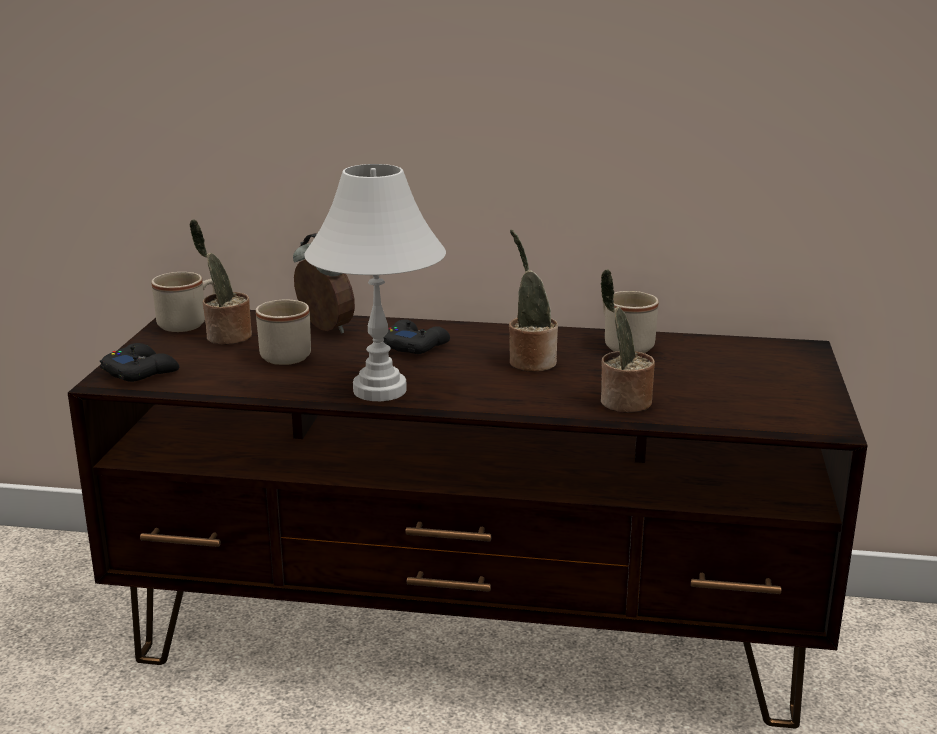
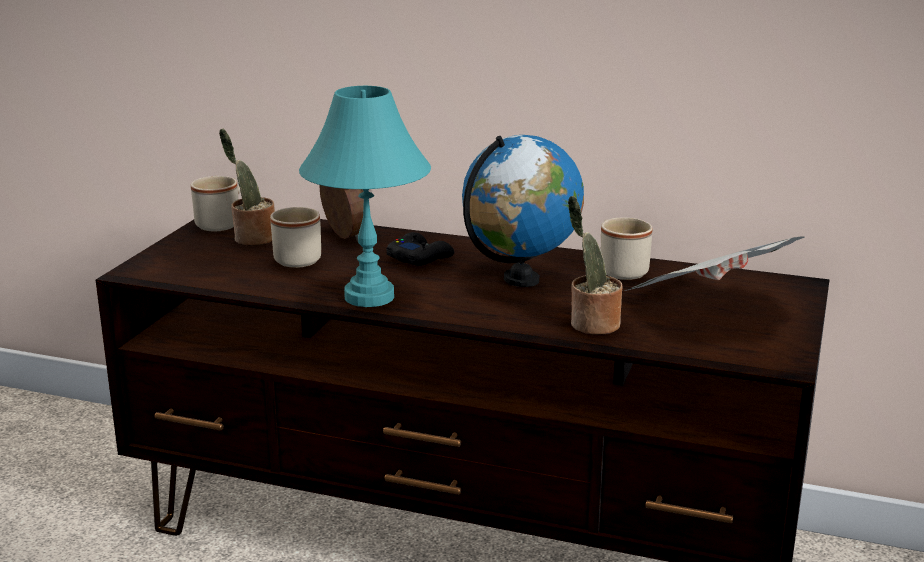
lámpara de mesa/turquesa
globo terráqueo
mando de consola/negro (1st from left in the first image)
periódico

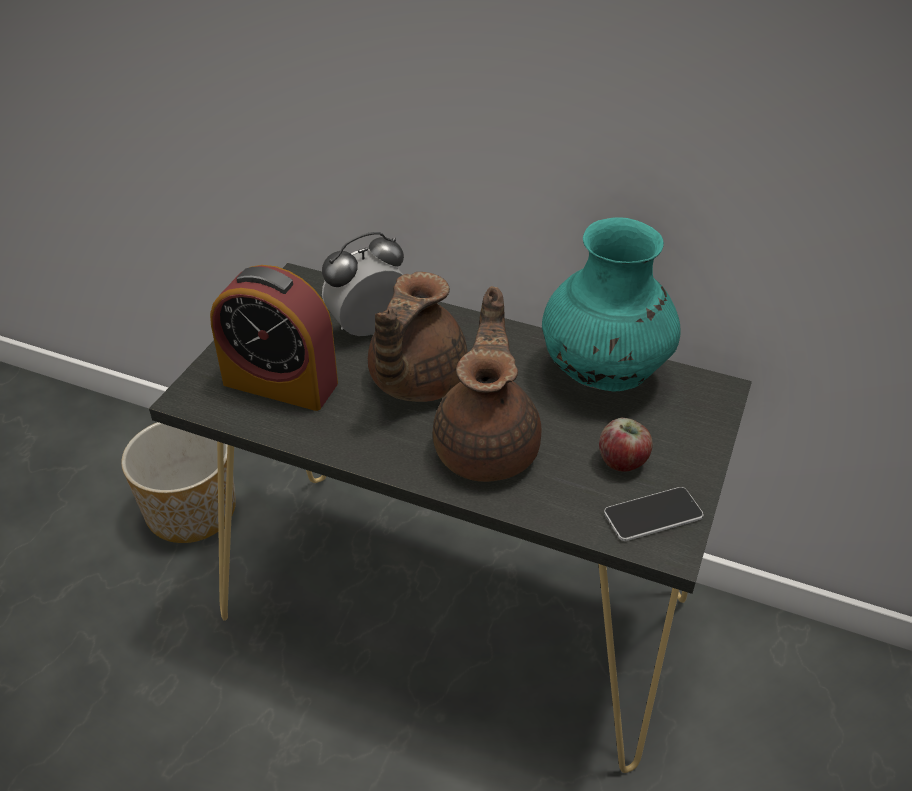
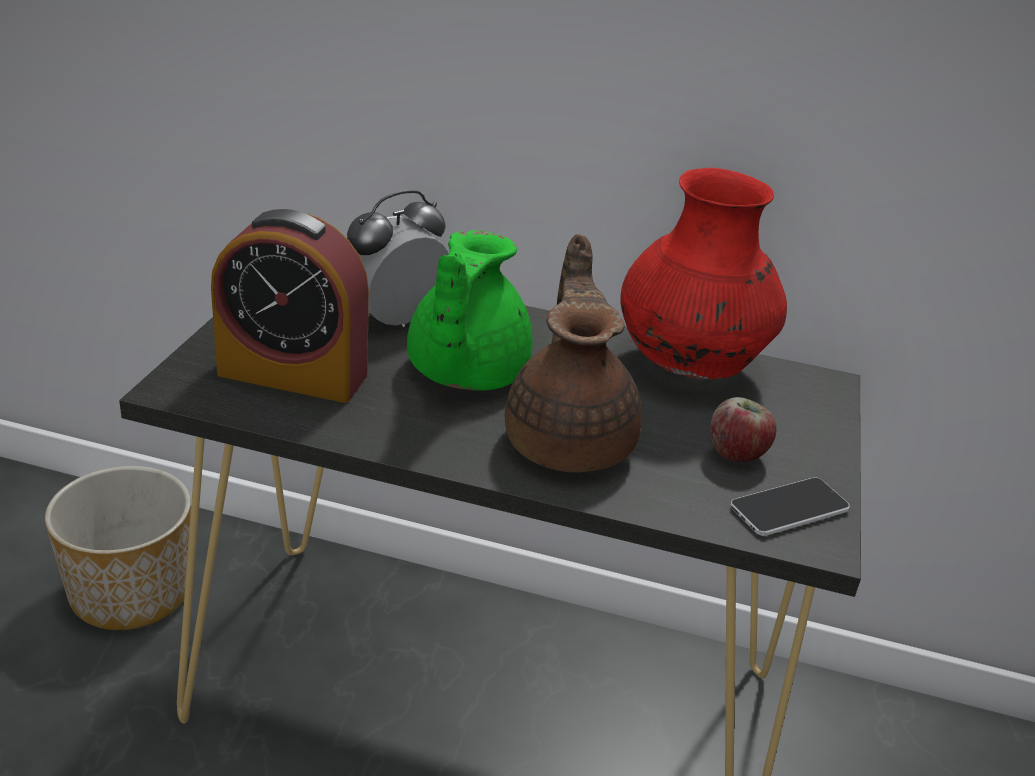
florero/rojo
tetera/verde

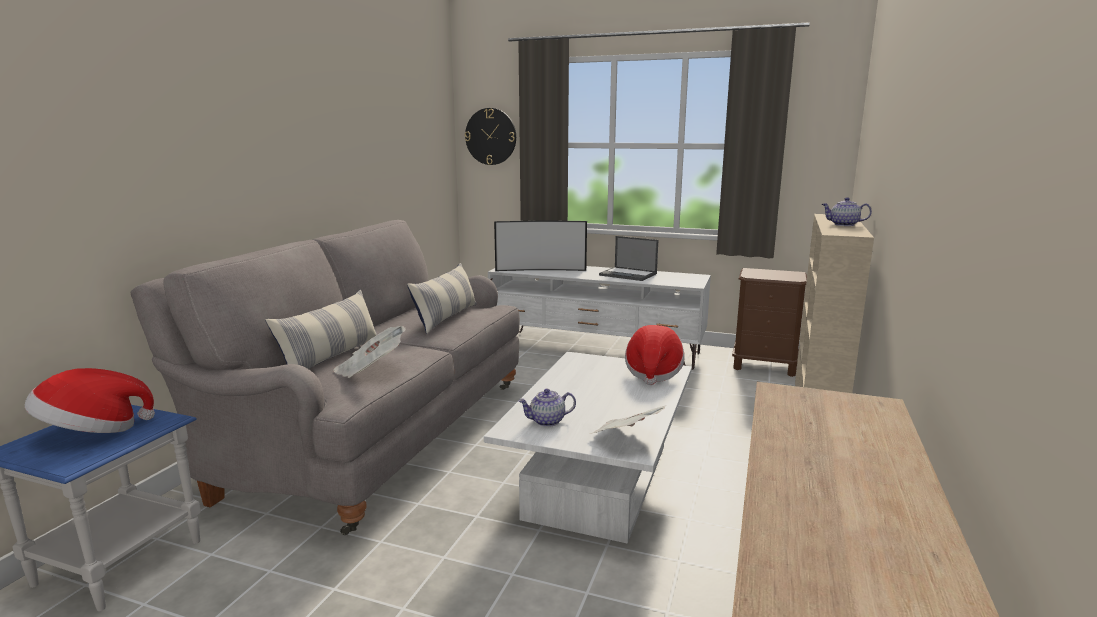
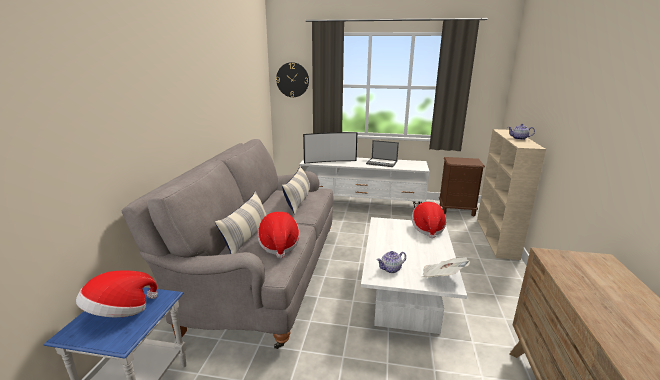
sombrero (2nd from left)

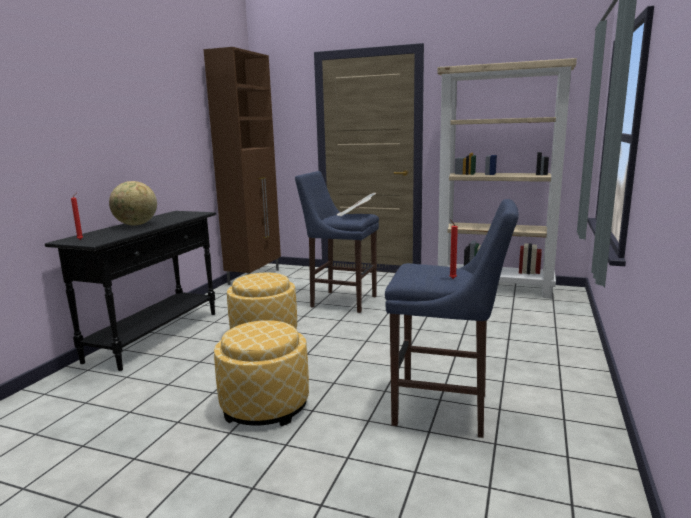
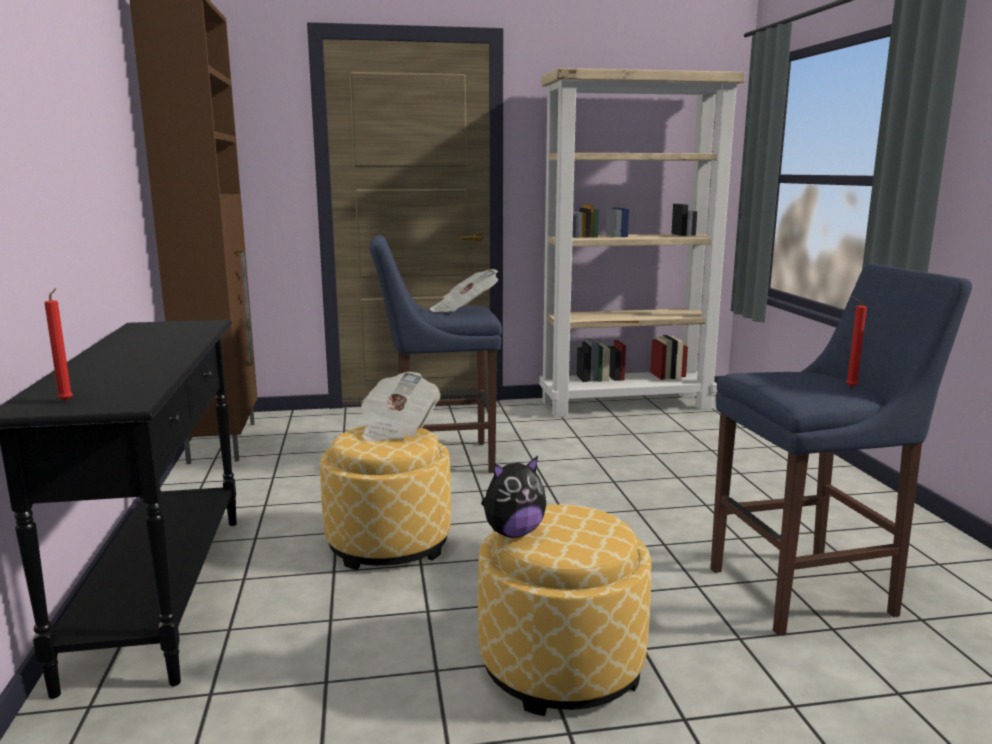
globo terráqueo
periódico (1st from left)
peluche

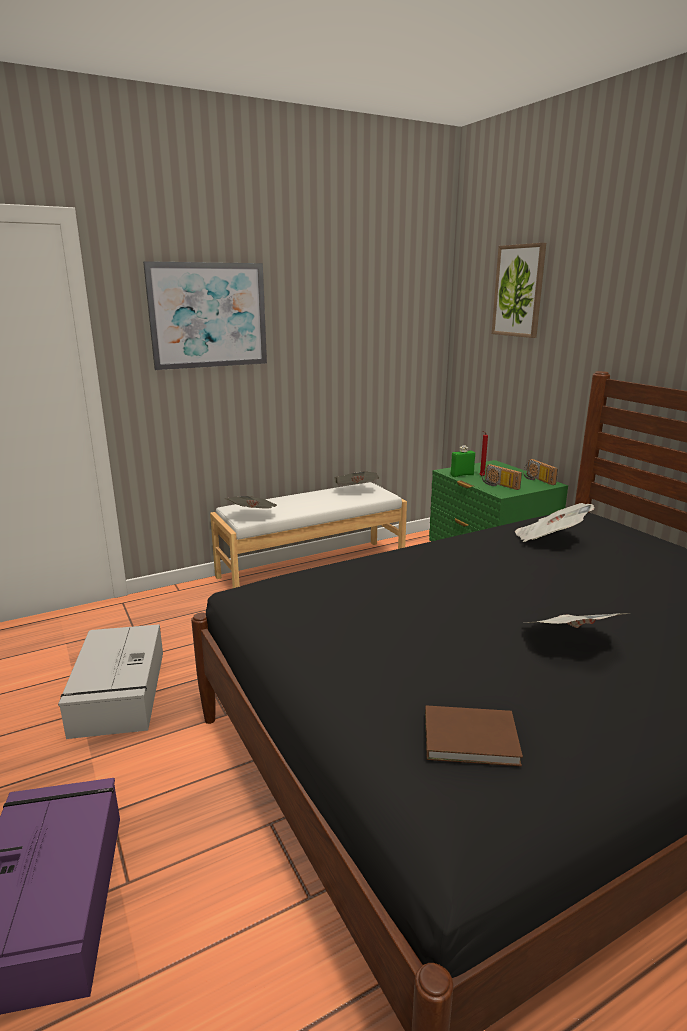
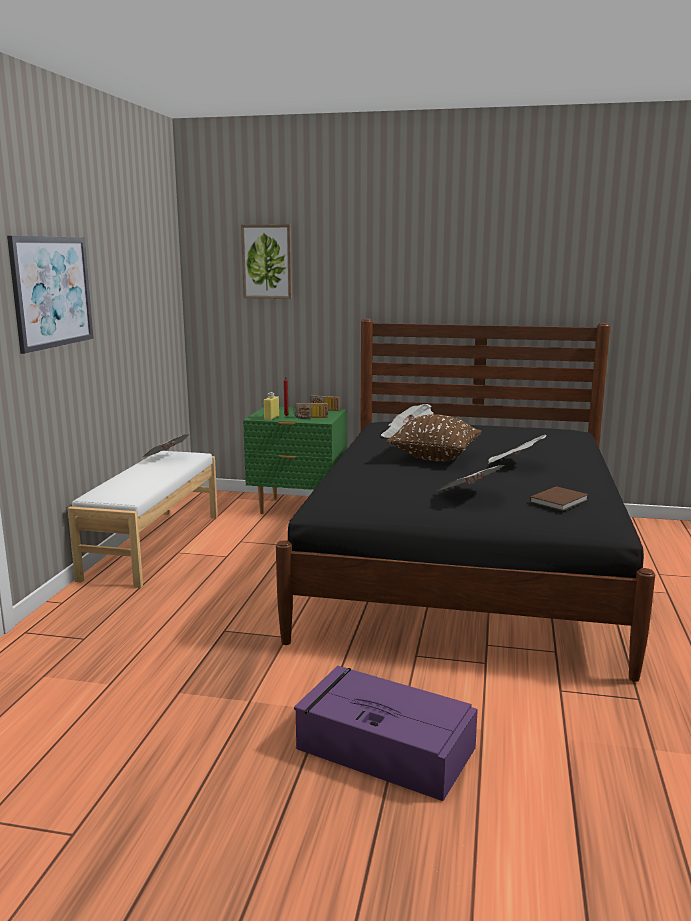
botella/amarillo
periódico (3rd from left)
caja de almacenaje/gris
cojín/marrón

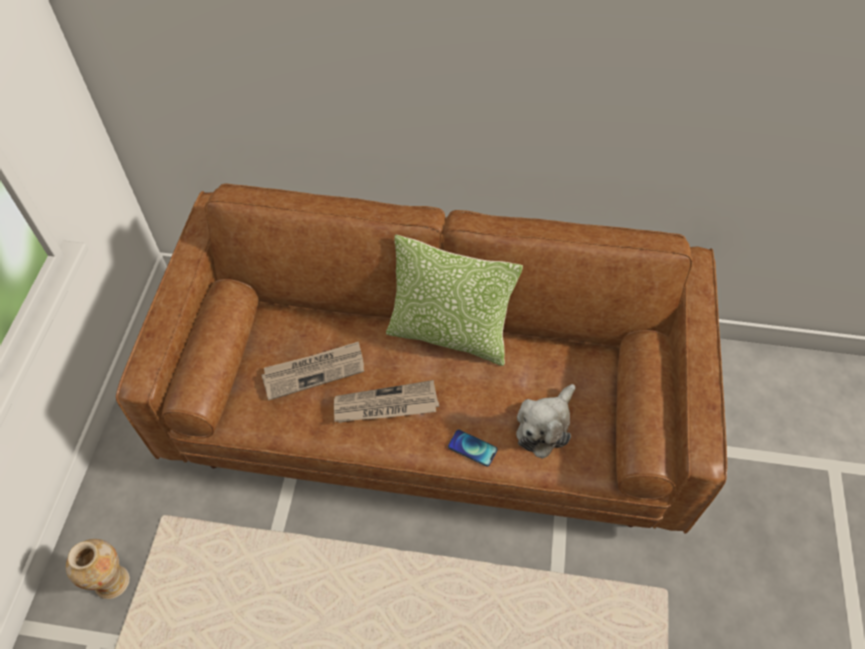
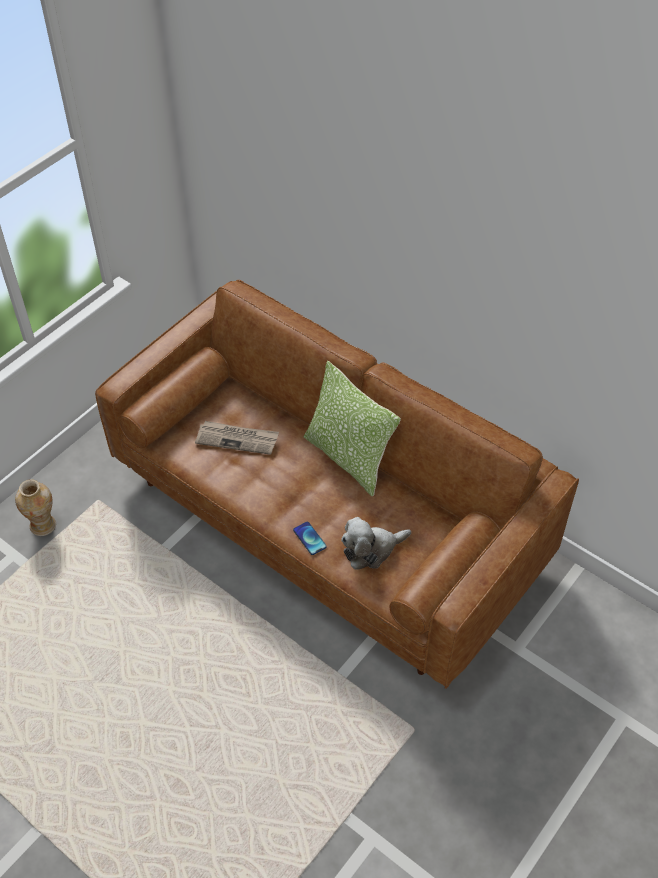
periódico (2nd from left in the first image)

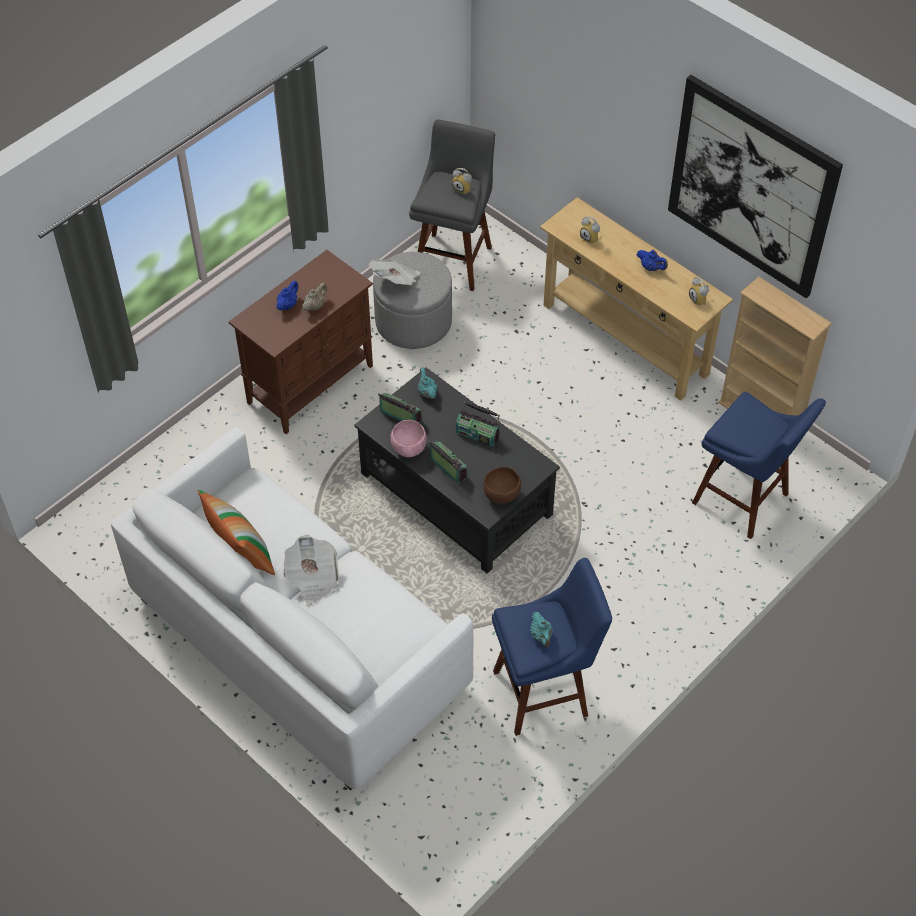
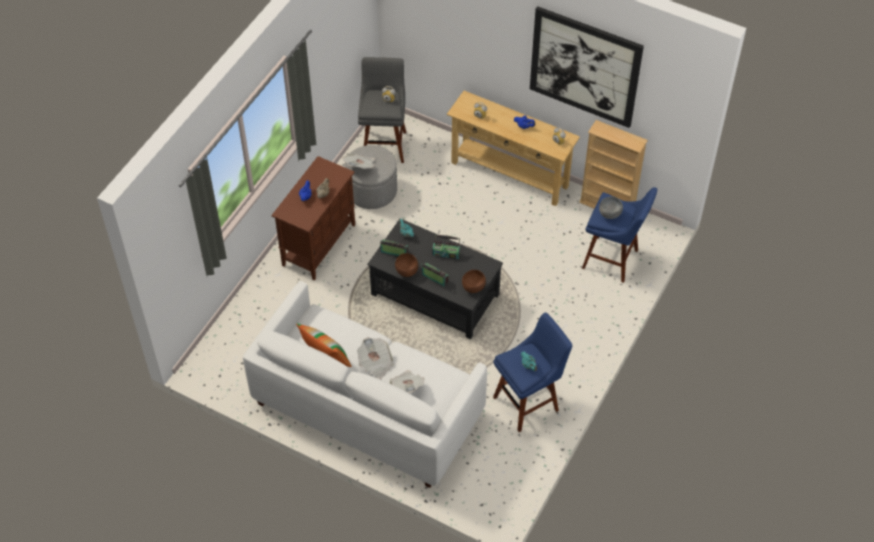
cuenco/marrón (1st from left)
cuenco/gris
periódico (3rd from left)

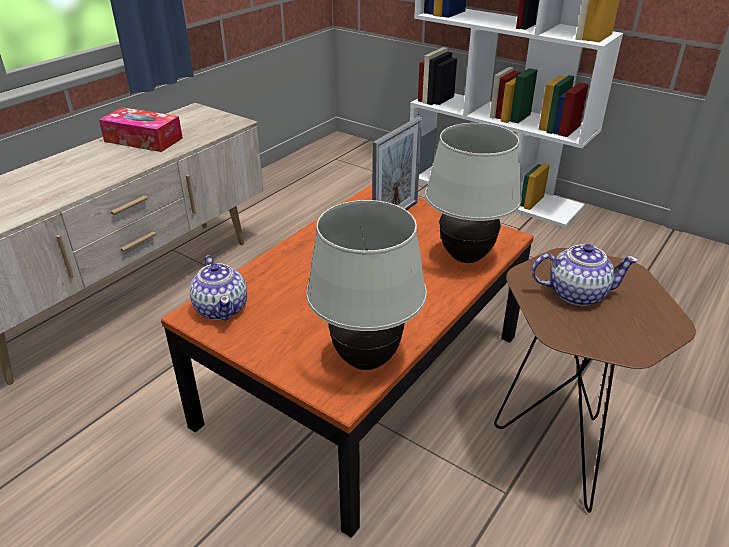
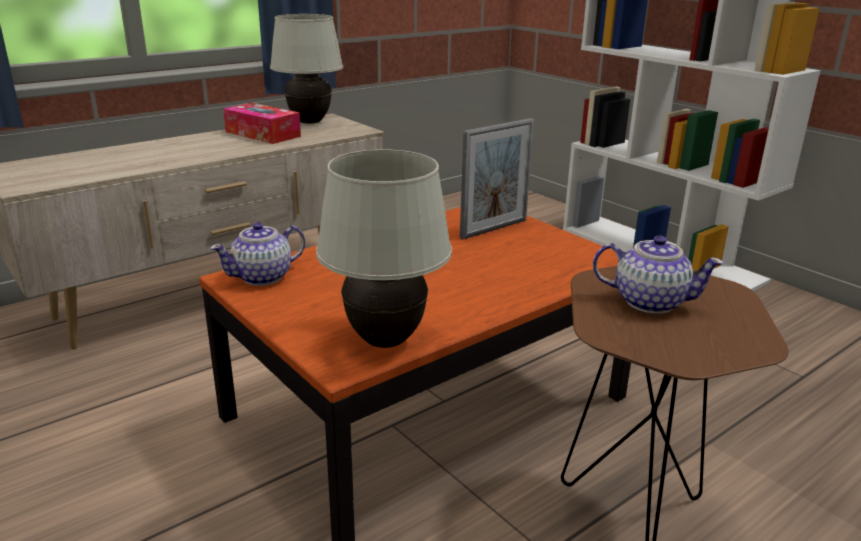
lámpara de mesa/blanco (1st from left)
tetera (1st from left)

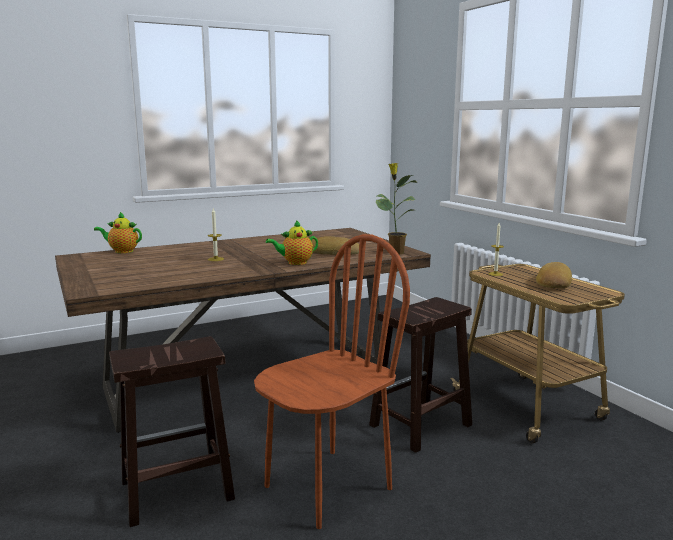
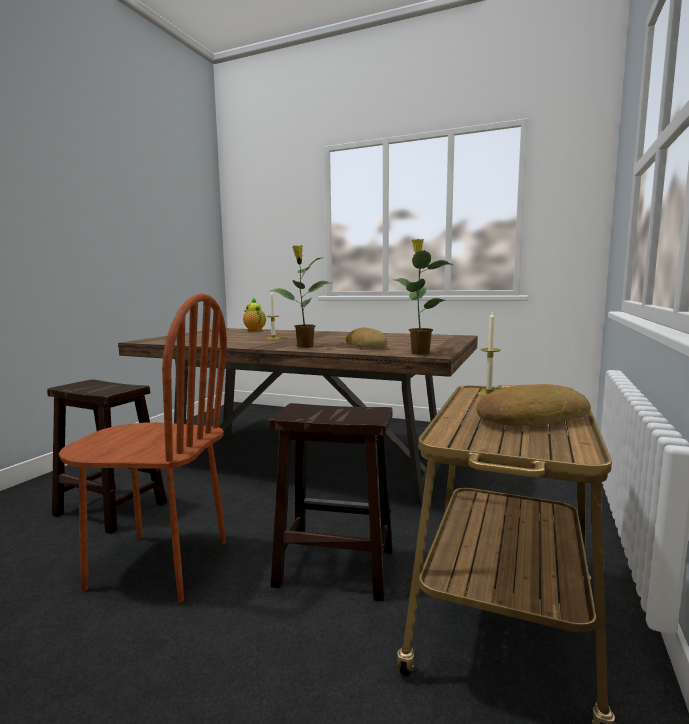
planta en maceta (1st from left)

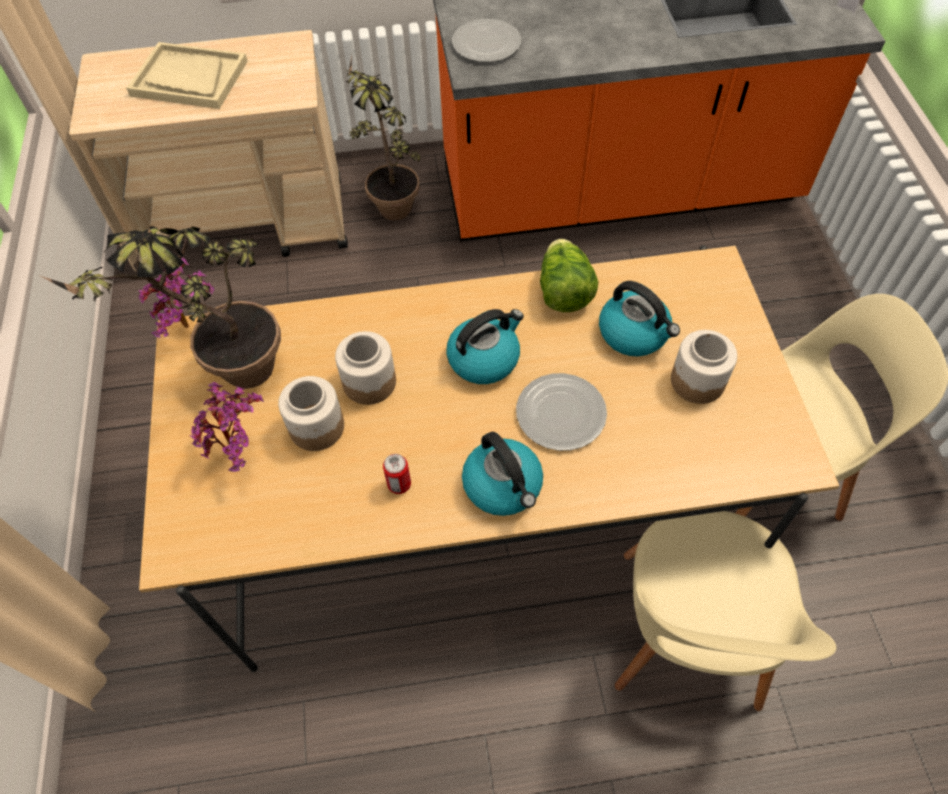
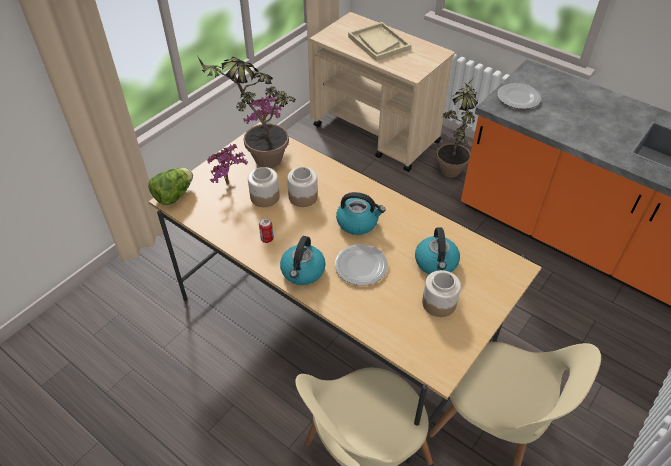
lechuga

